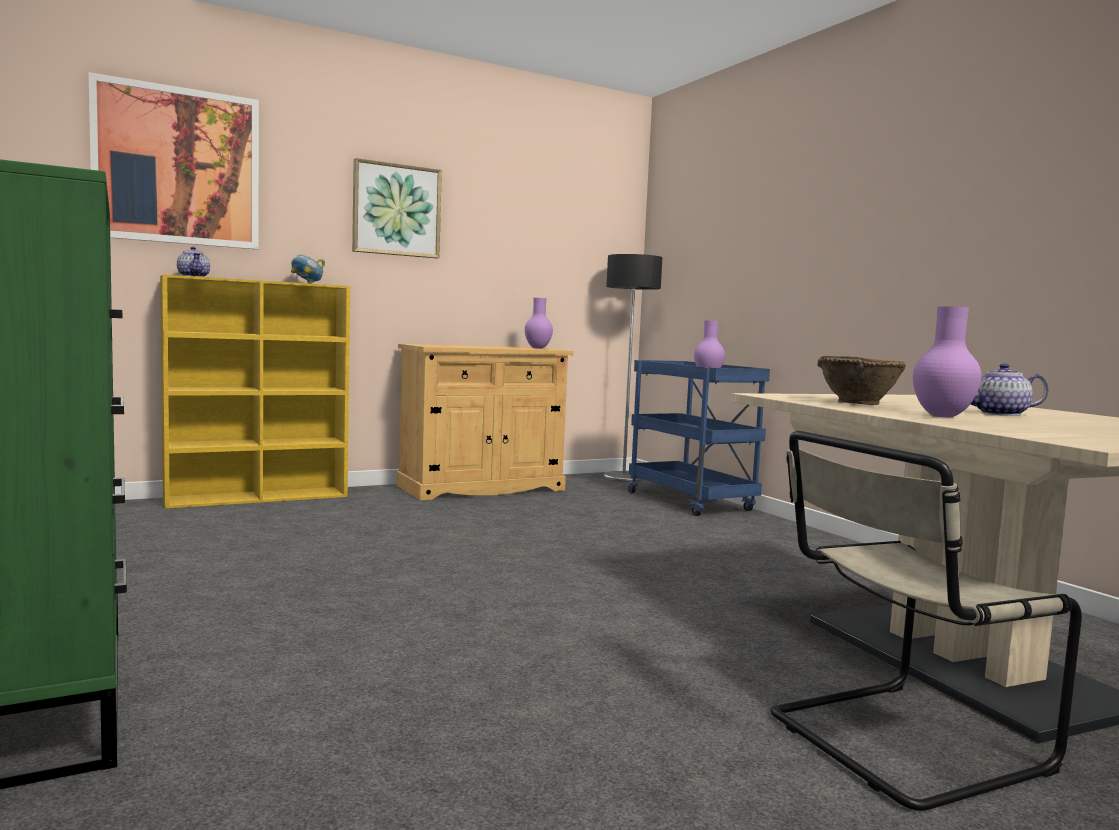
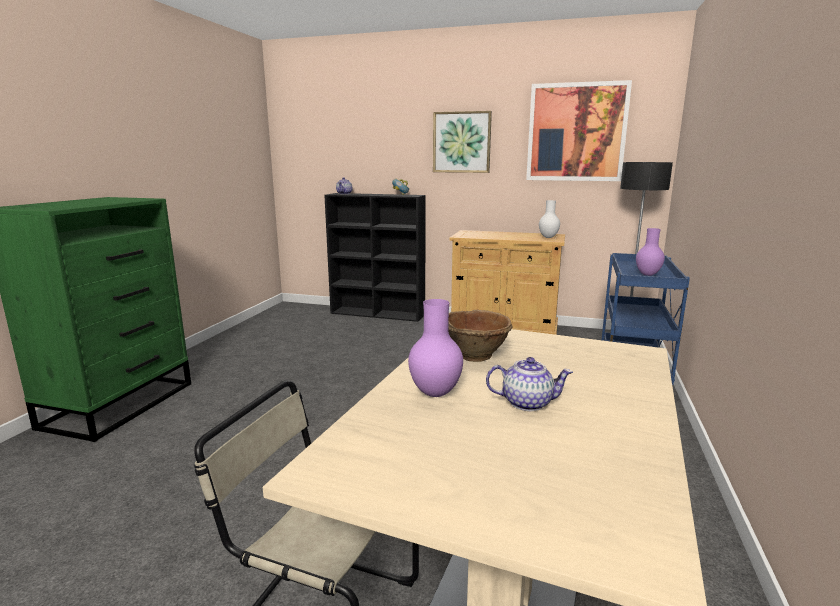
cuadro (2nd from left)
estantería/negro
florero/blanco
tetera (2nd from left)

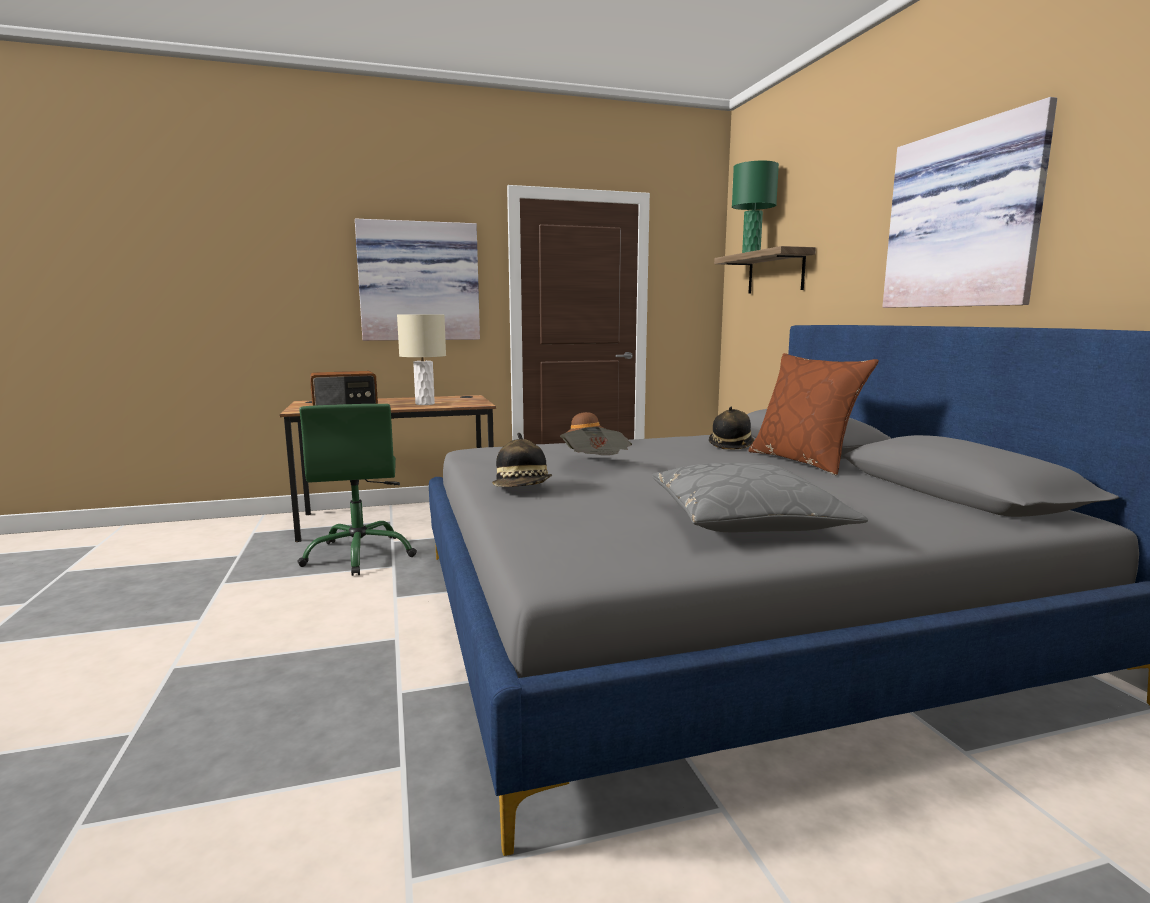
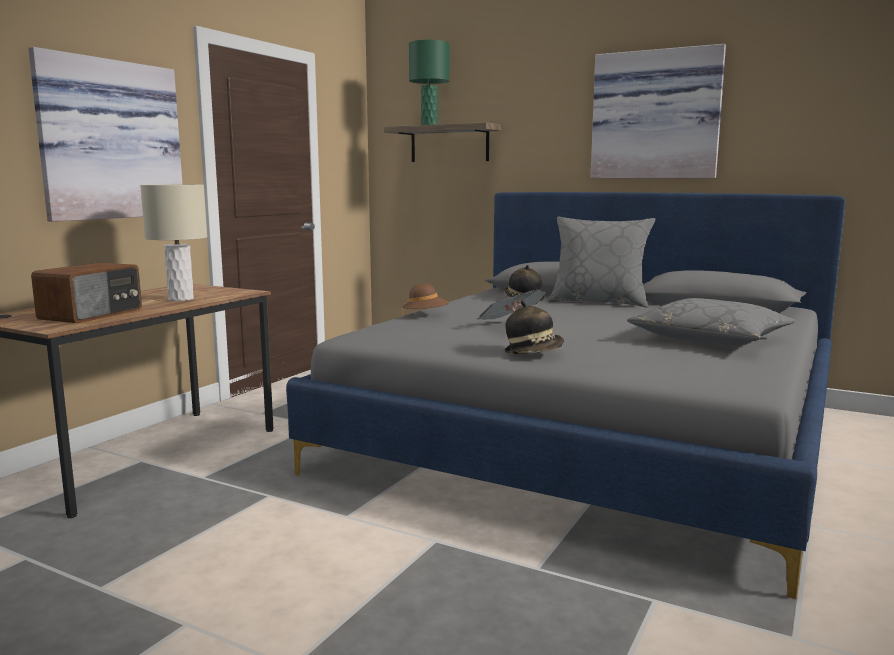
cojín/gris (1st from left)
silla de oficina/verde

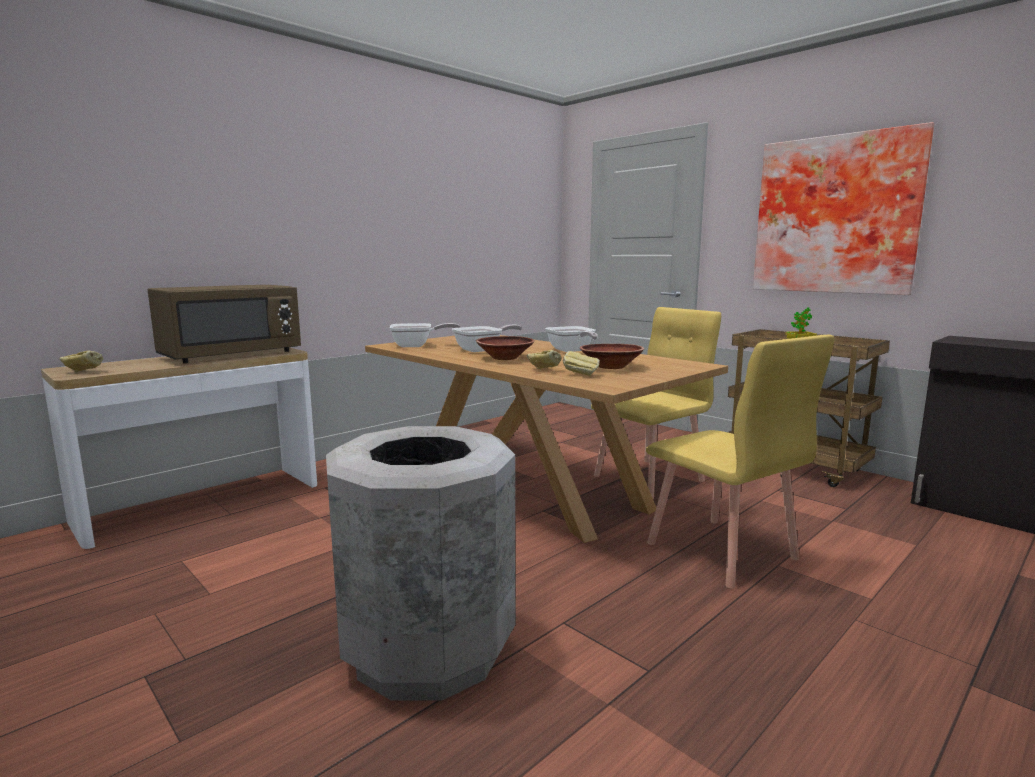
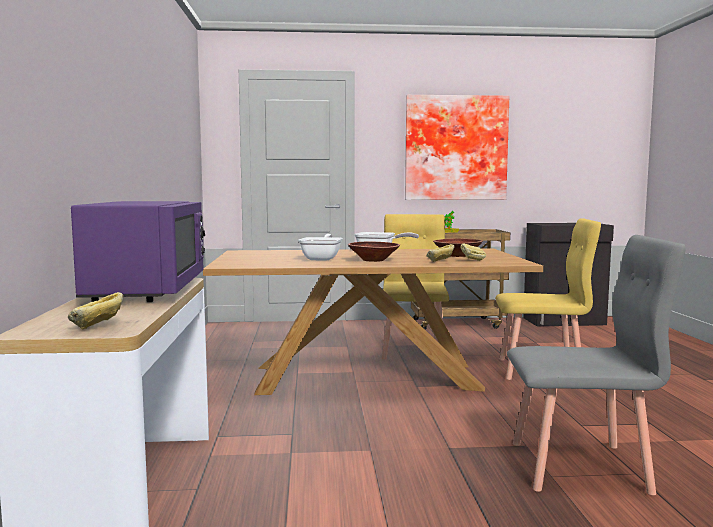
microondas/morado
sartén (1st from left in the first image)
silla/gris

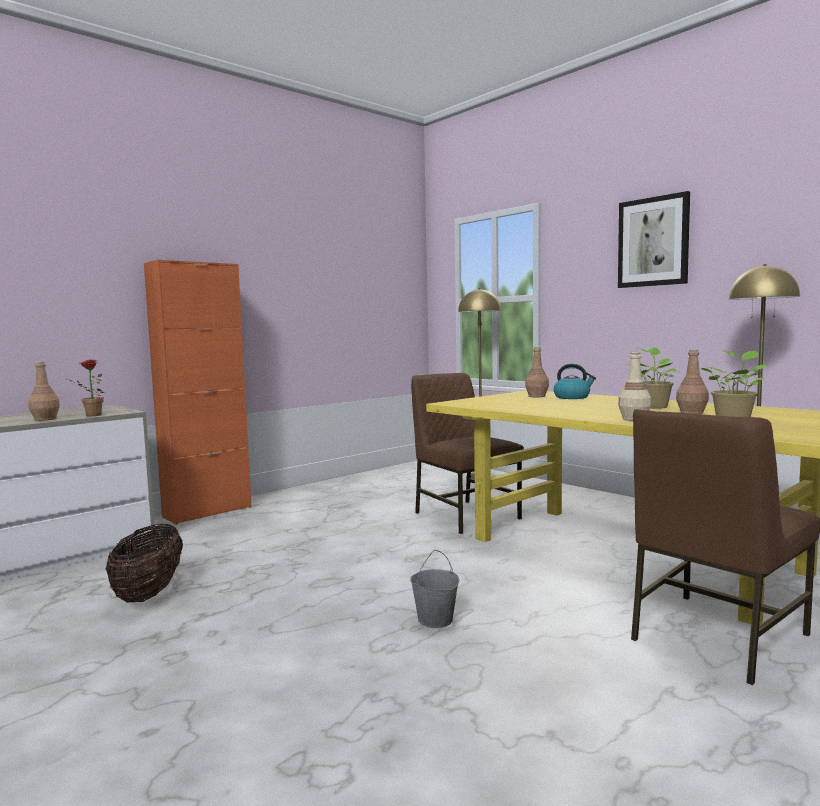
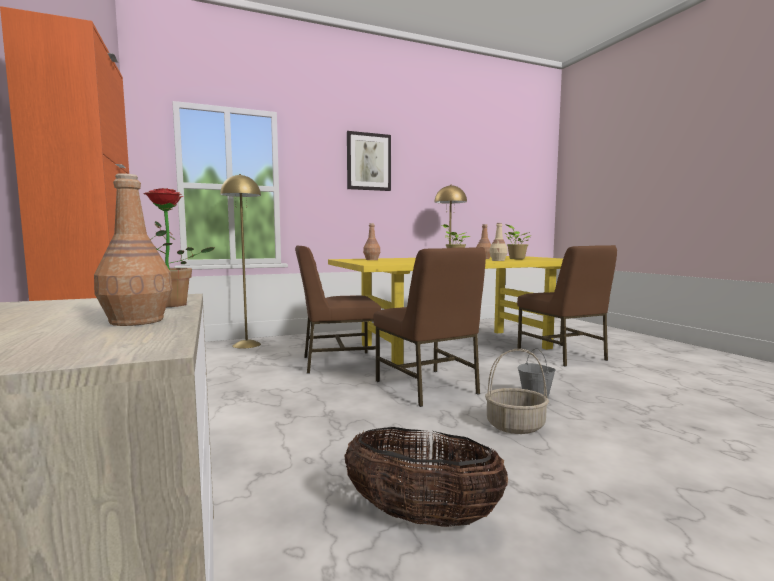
hervidor
silla/marrón (2nd from left)
cesta (2nd from left)

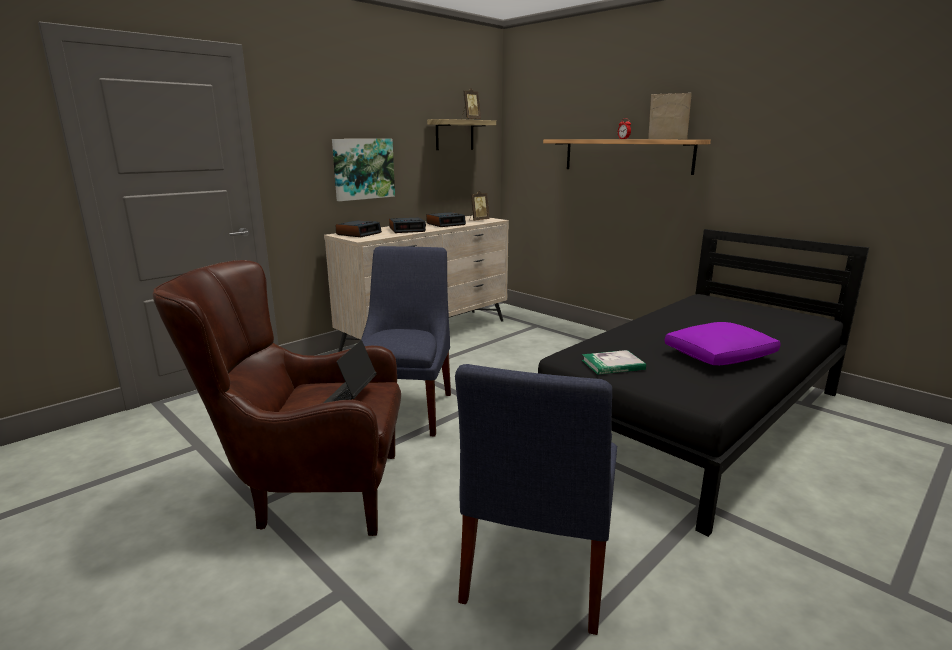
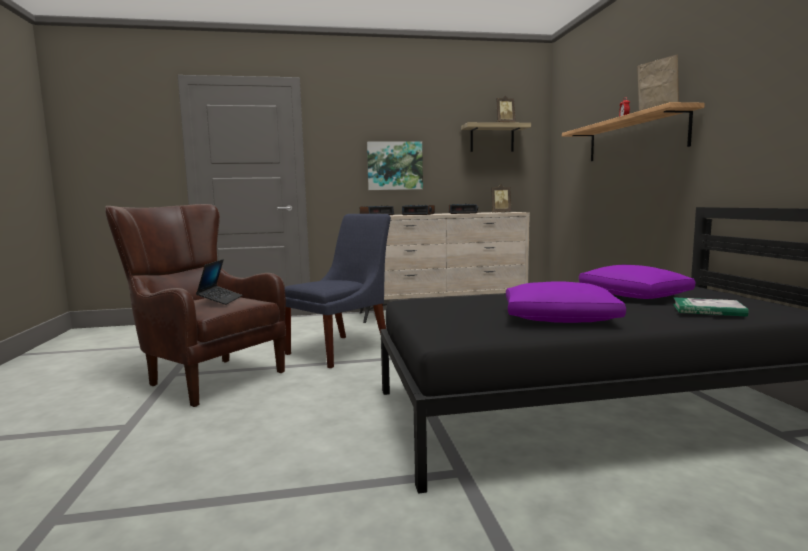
portátil
libro
silla/azul (2nd from left in the first image)
cojín/morado (2nd from left)

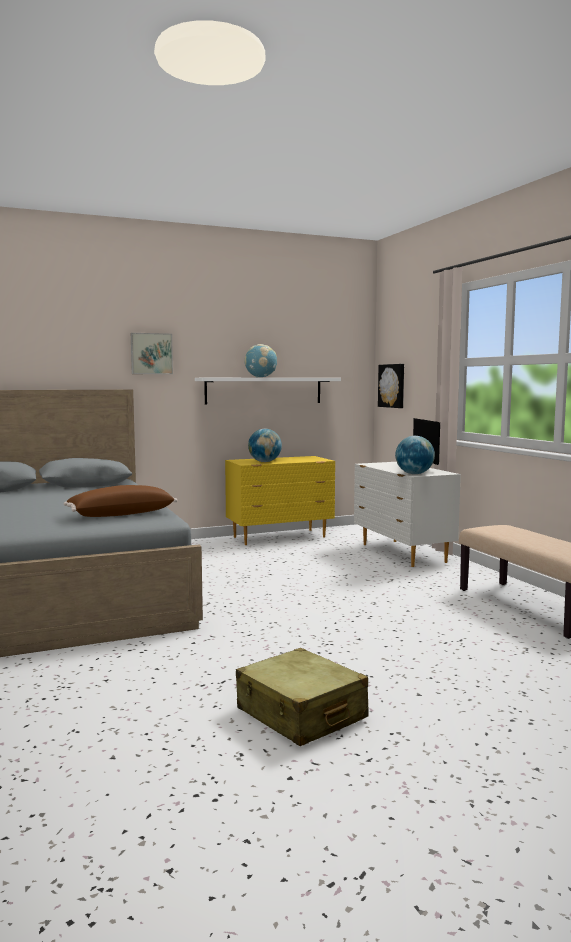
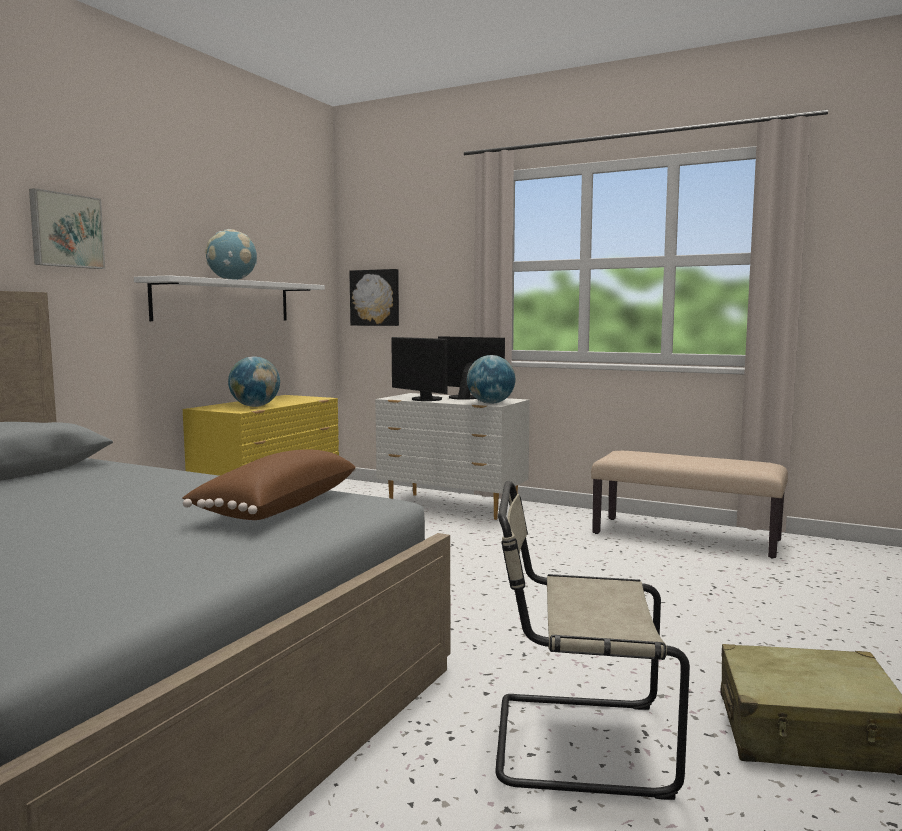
monitor (1st from left)
silla/beis

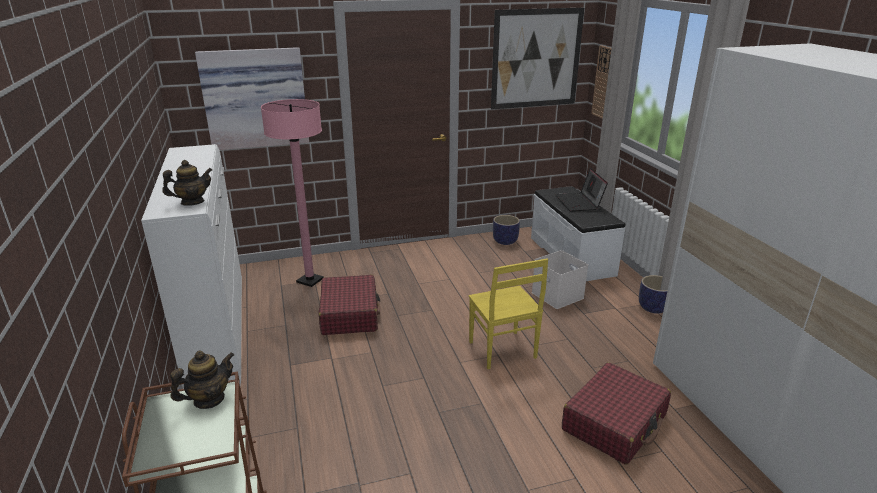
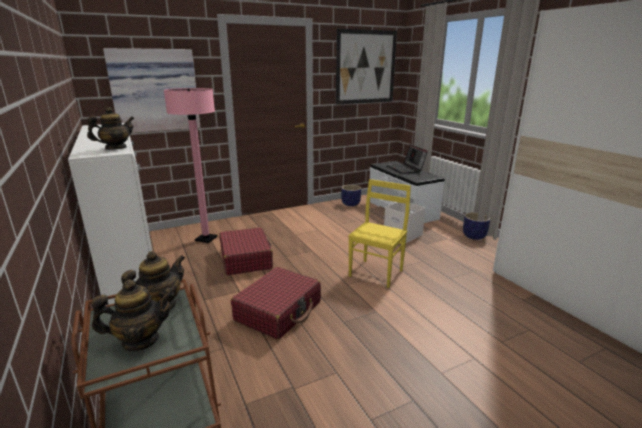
reloj de pared
silla/amarillo
maleta/rojo (2nd from left)
tetera (2nd from left)

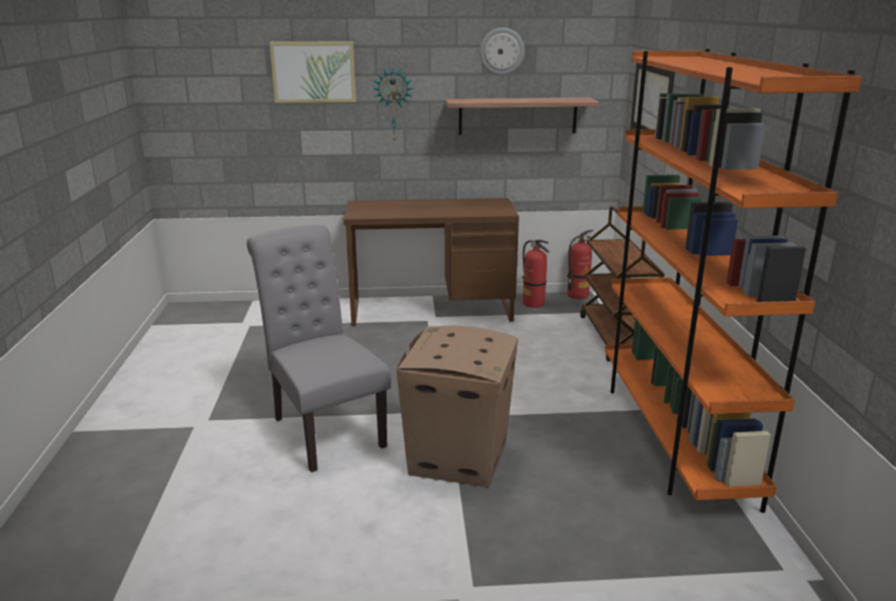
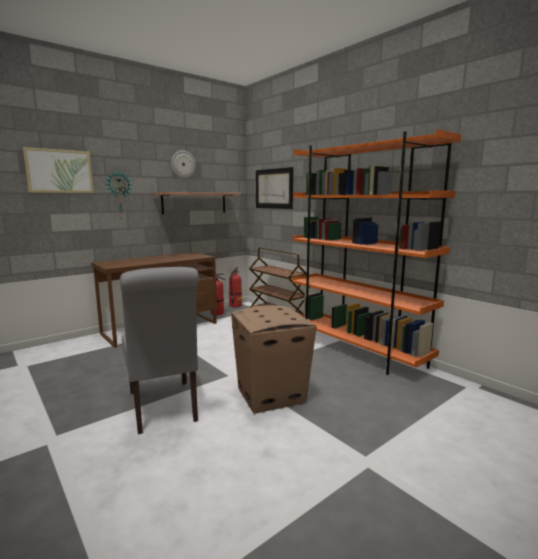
silla/gris

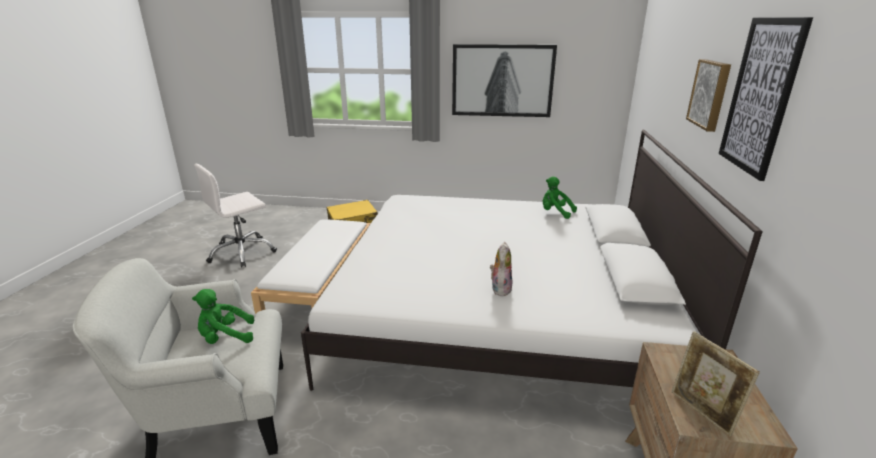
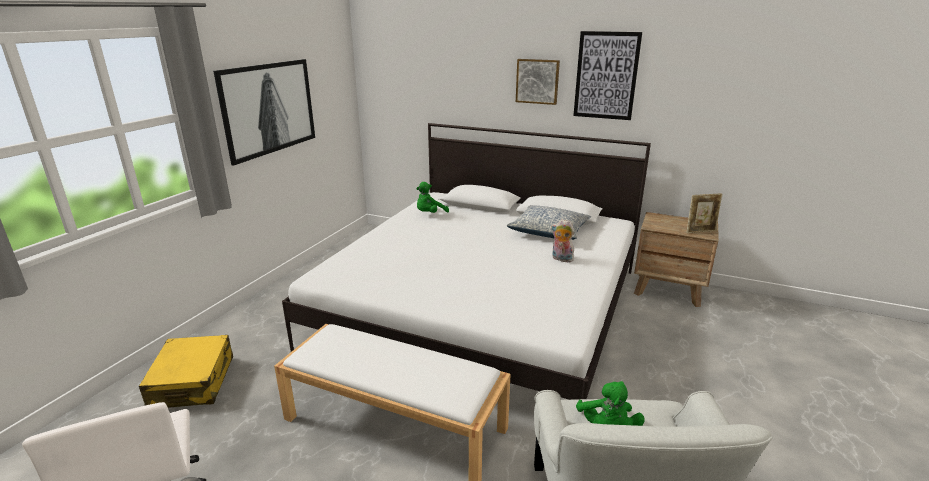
cojín

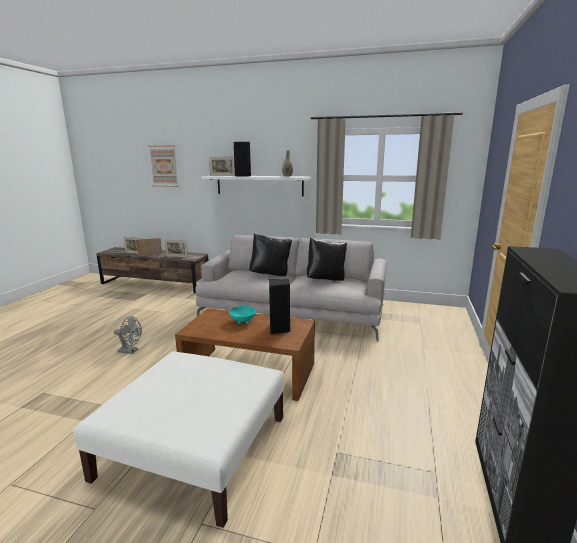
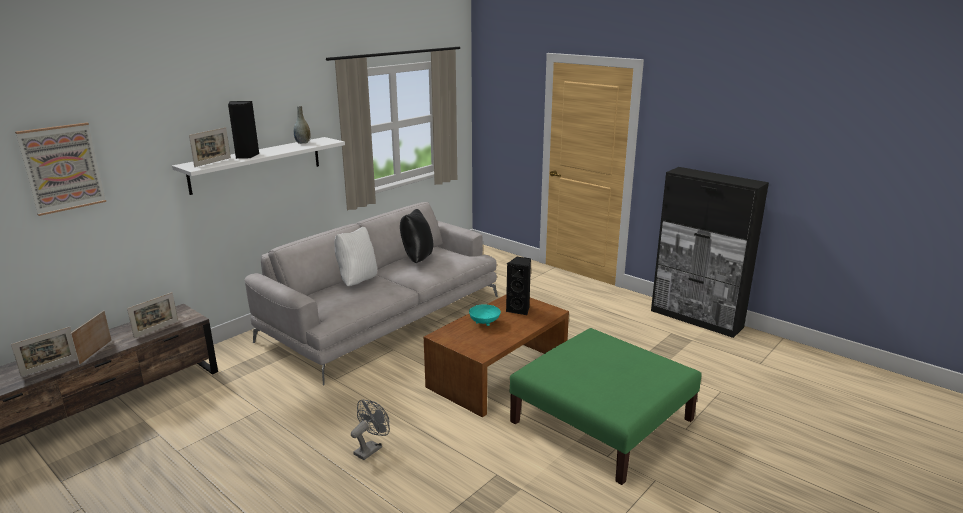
cojín/blanco
puf/verde

